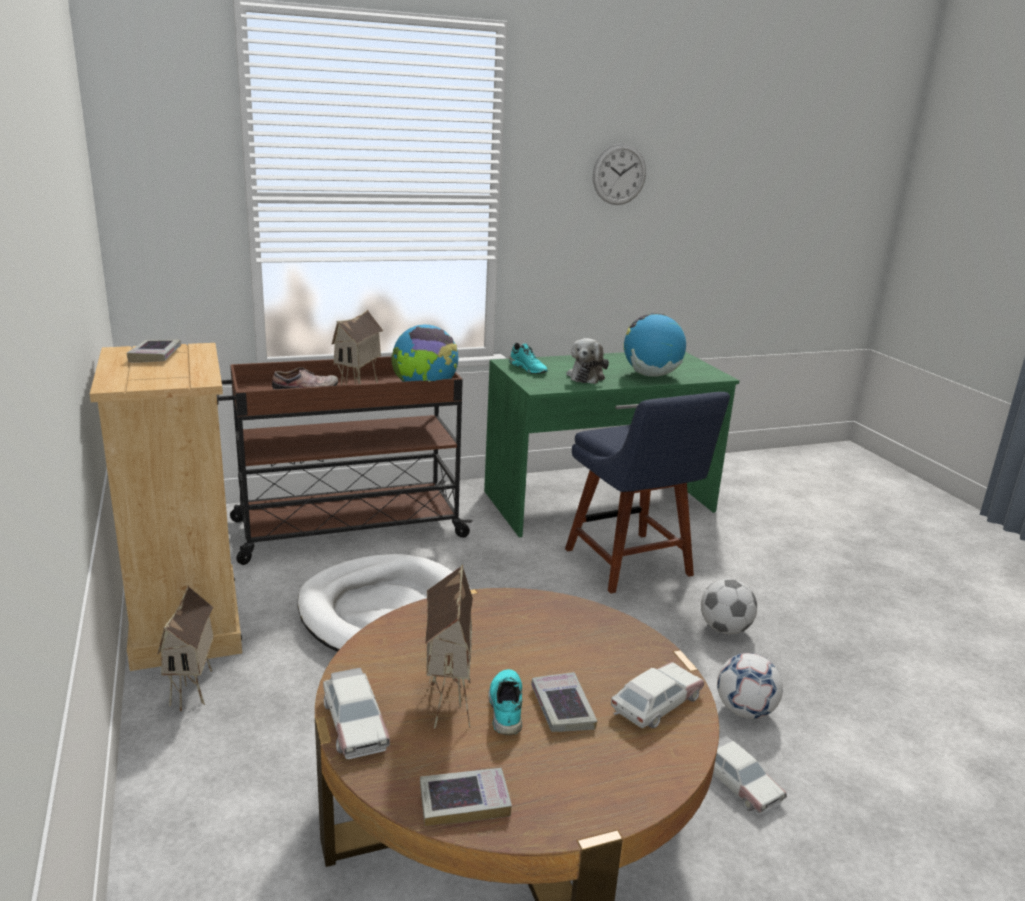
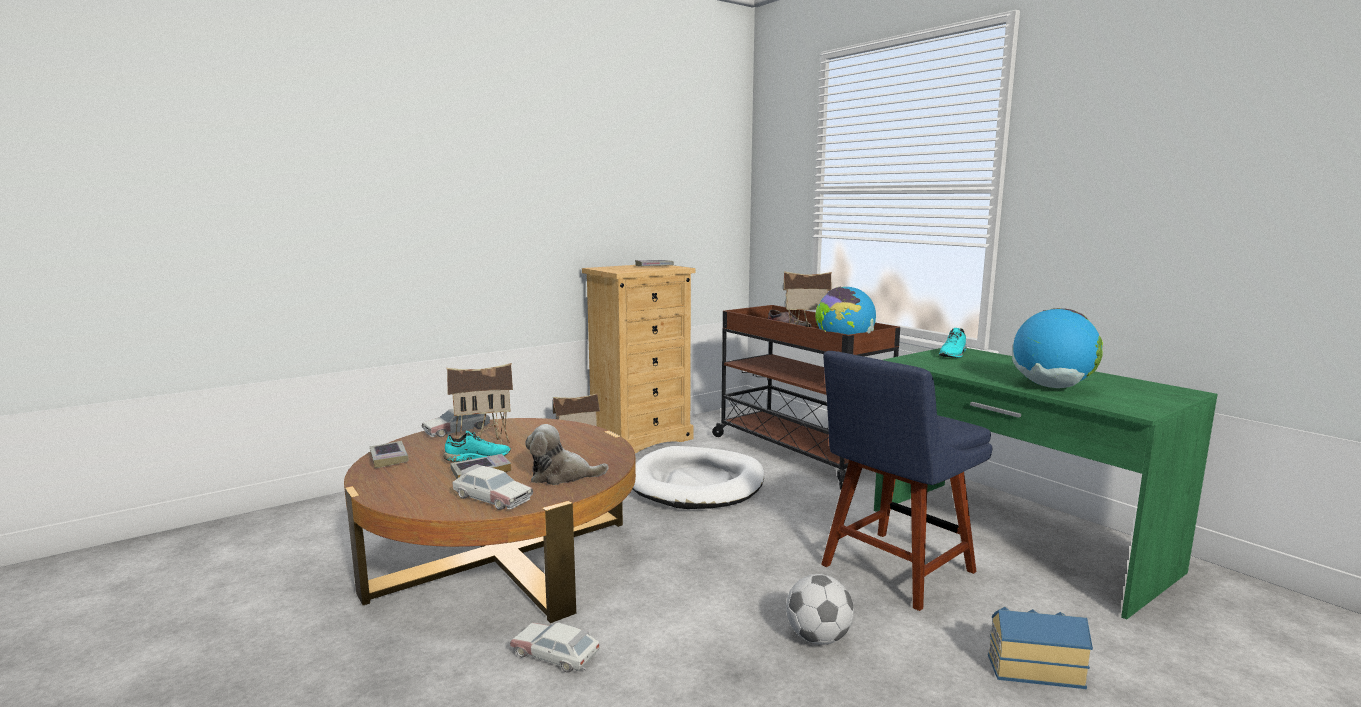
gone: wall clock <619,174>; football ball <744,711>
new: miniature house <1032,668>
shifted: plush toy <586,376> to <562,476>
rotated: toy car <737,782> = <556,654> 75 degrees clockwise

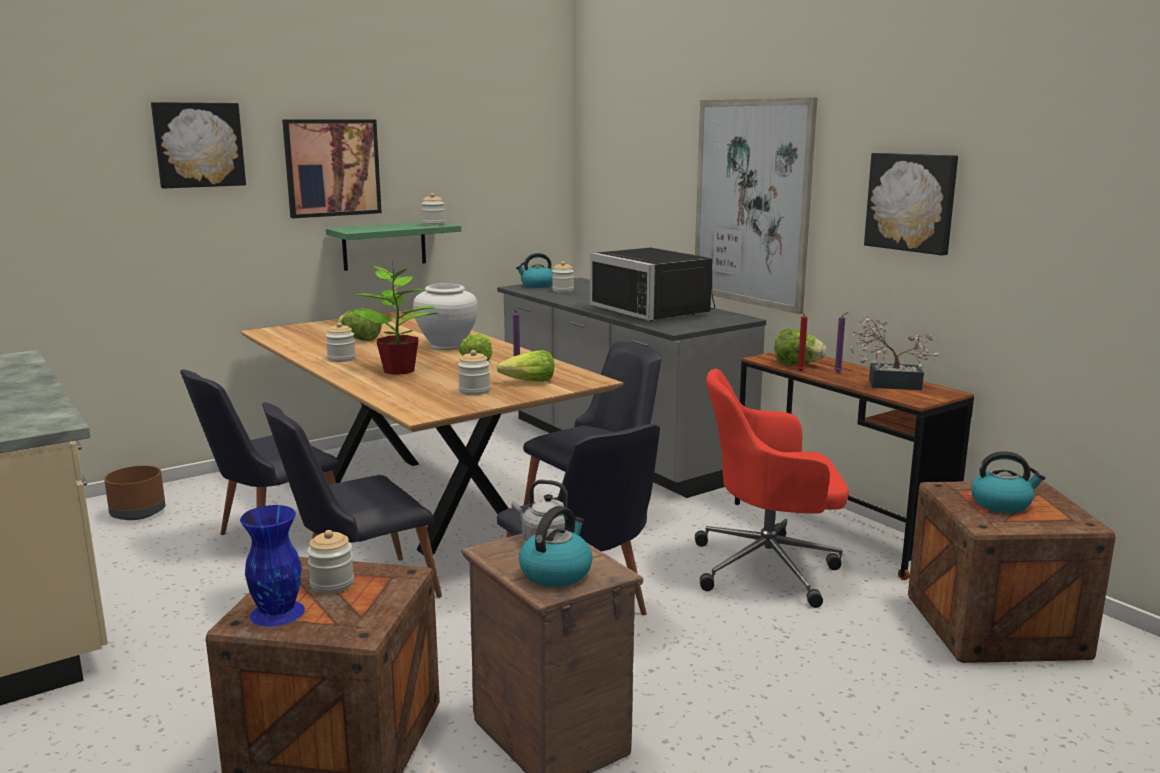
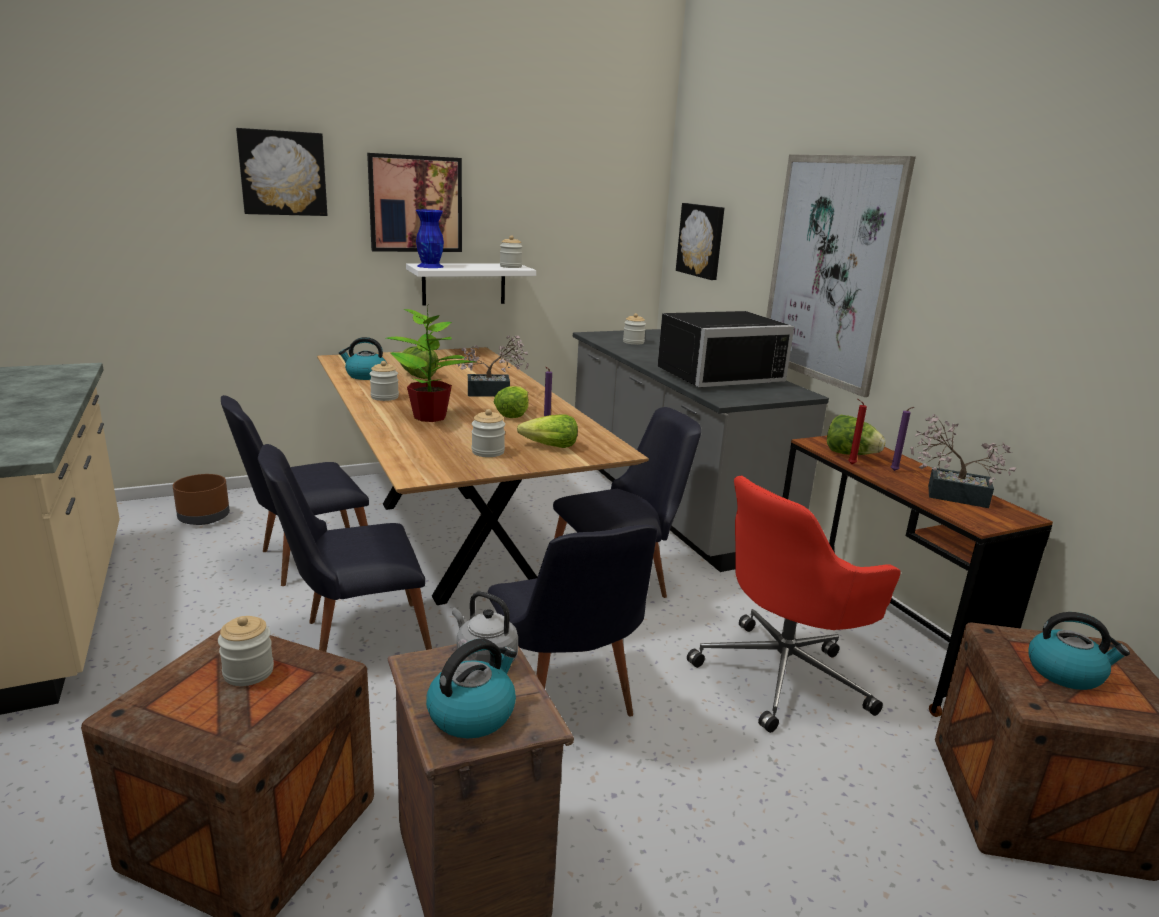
shifted: bluish flower vase <278,612> to <430,266>; tea kettle <537,285> to <365,375>; picture <912,202> to <702,240>
swapped: white flower vase <447,346> to potted plant <494,393>
repainted: green wall shelf <384,245> to white wall shelf <464,284>
rotated: blackish microwave oven <656,311> = <715,375> 90 degrees counterclockwise; red computer chair <769,568> = <784,675> 45 degrees counterclockwise

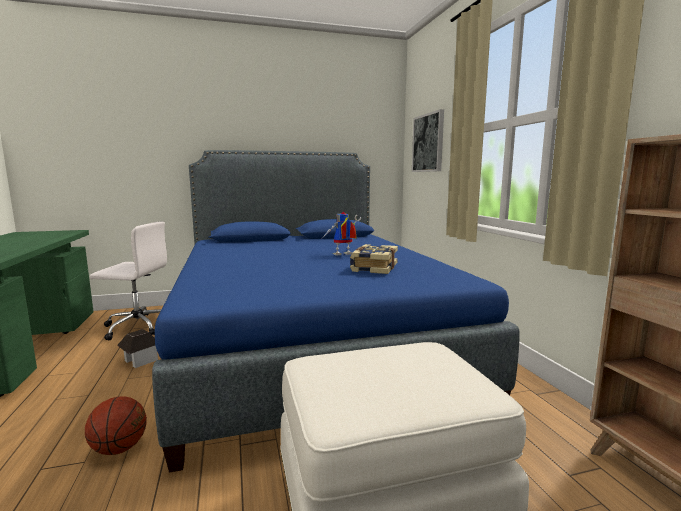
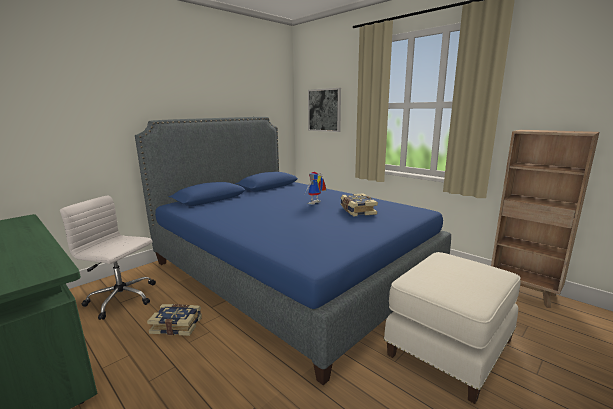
gone: ball for basketball <119,449>
swapped: miniature house <140,360> to book <177,325>
rotated: white computer chair <137,326> = <123,299> 135 degrees counterclockwise

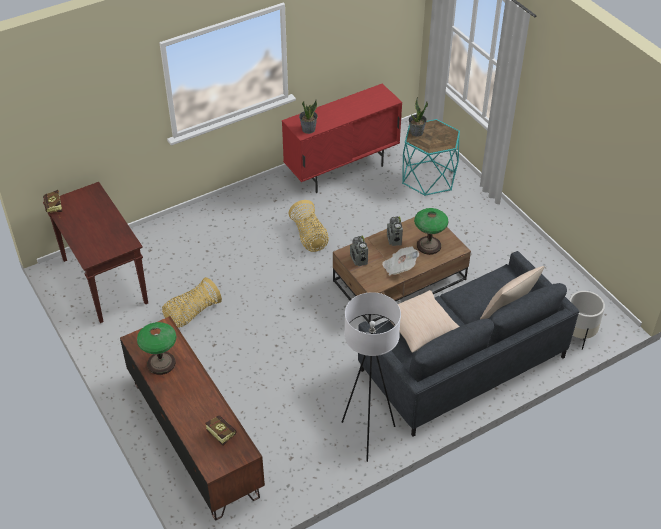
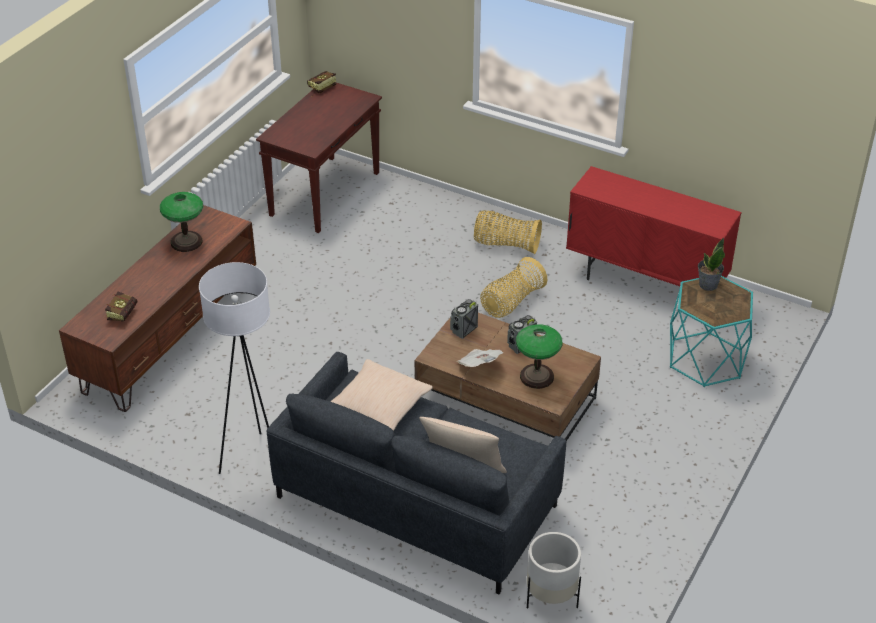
gone: potted plant <308,129>
shifted: basket <191,313> to <505,244>

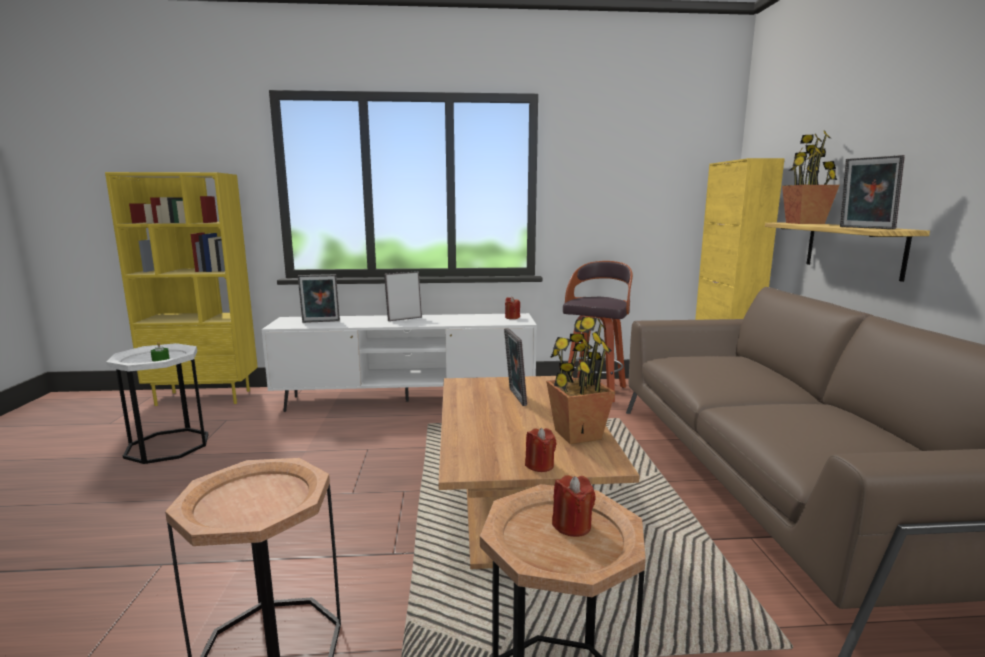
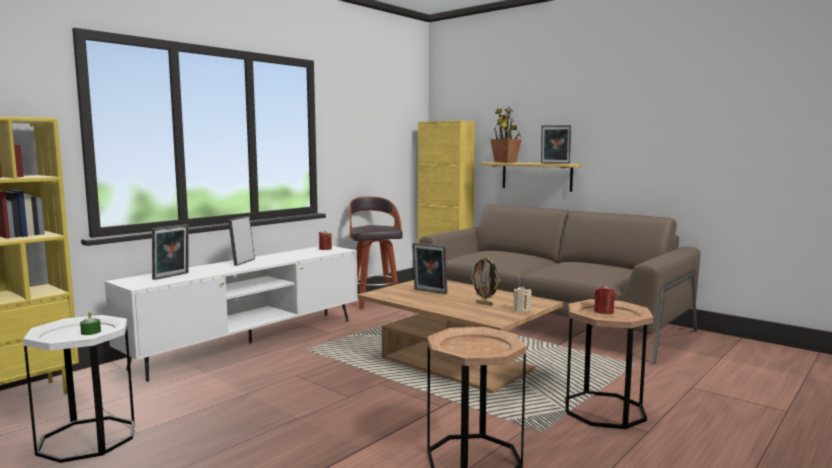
gone: potted plant <577,434>
new: photo frame <484,304>
repainted: red wax light <539,465> to sand-coloured wax light <521,310>

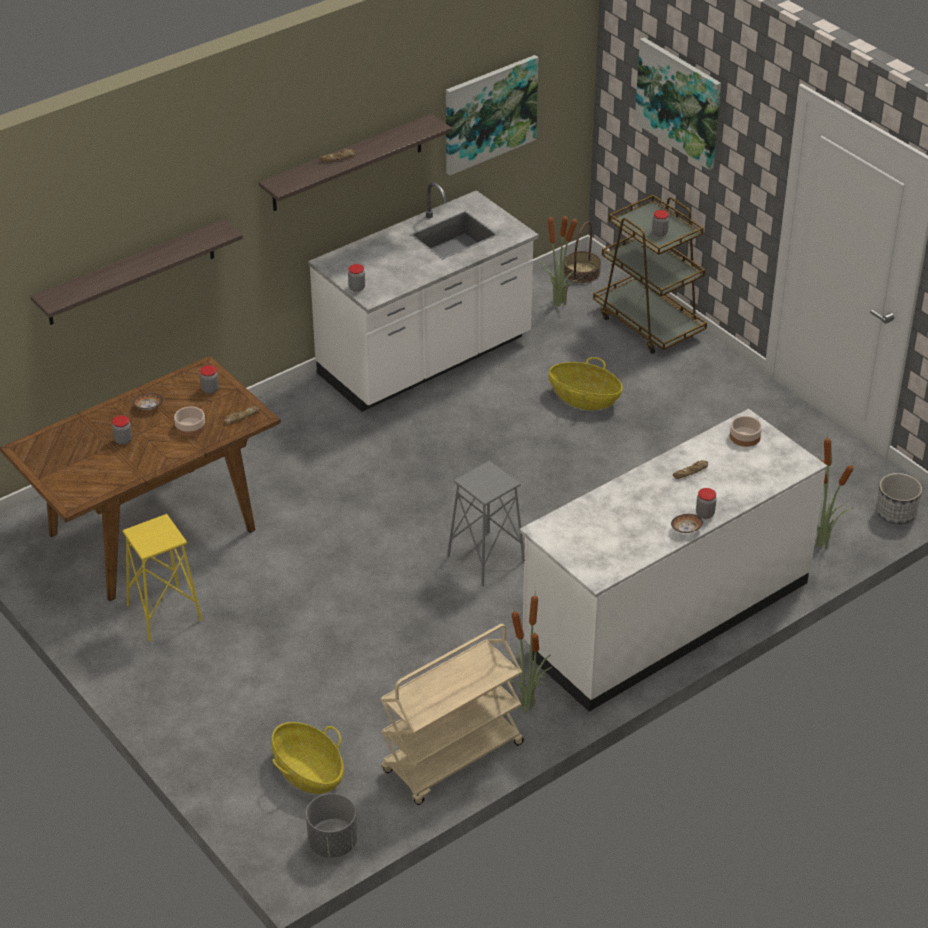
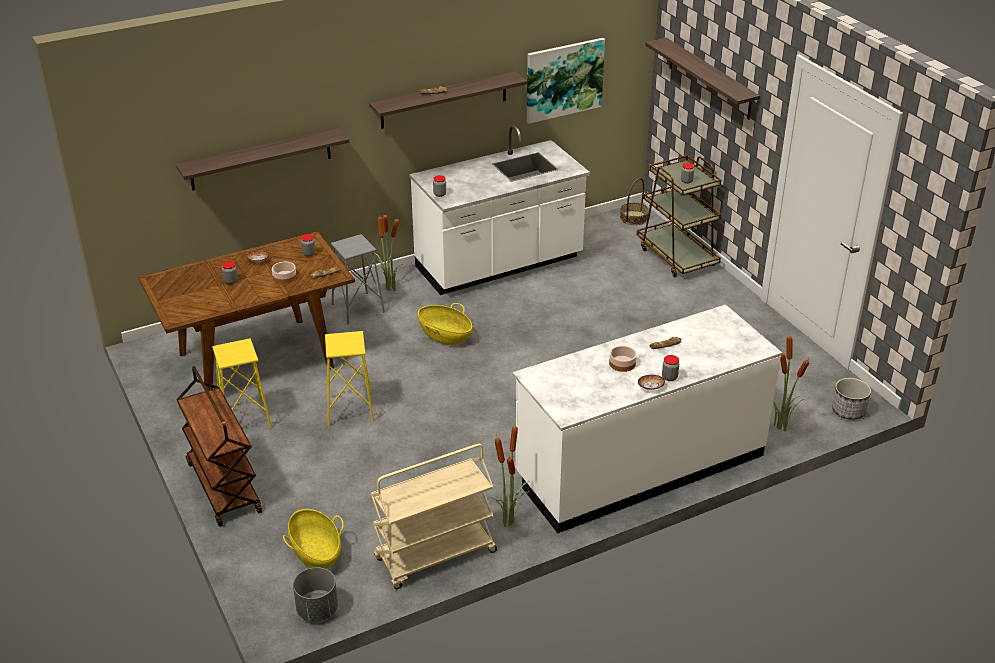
new: brownish trolley <223,487>; yellowish stool <350,409>
shifted: greyish stool <485,559> to <357,308>; potted plant <558,303> to <389,289>; basket <584,398> to <445,335>; bowl <745,437> to <622,363>
swapped: picture <679,102> to wall shelf <709,79>

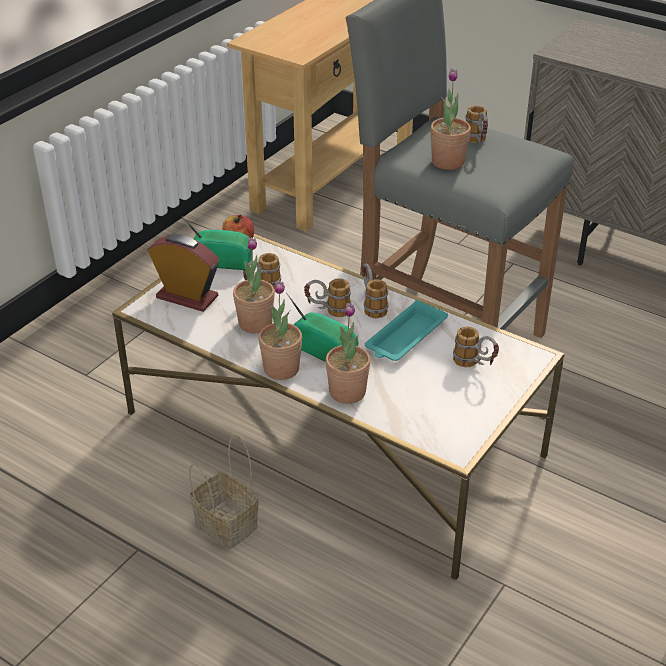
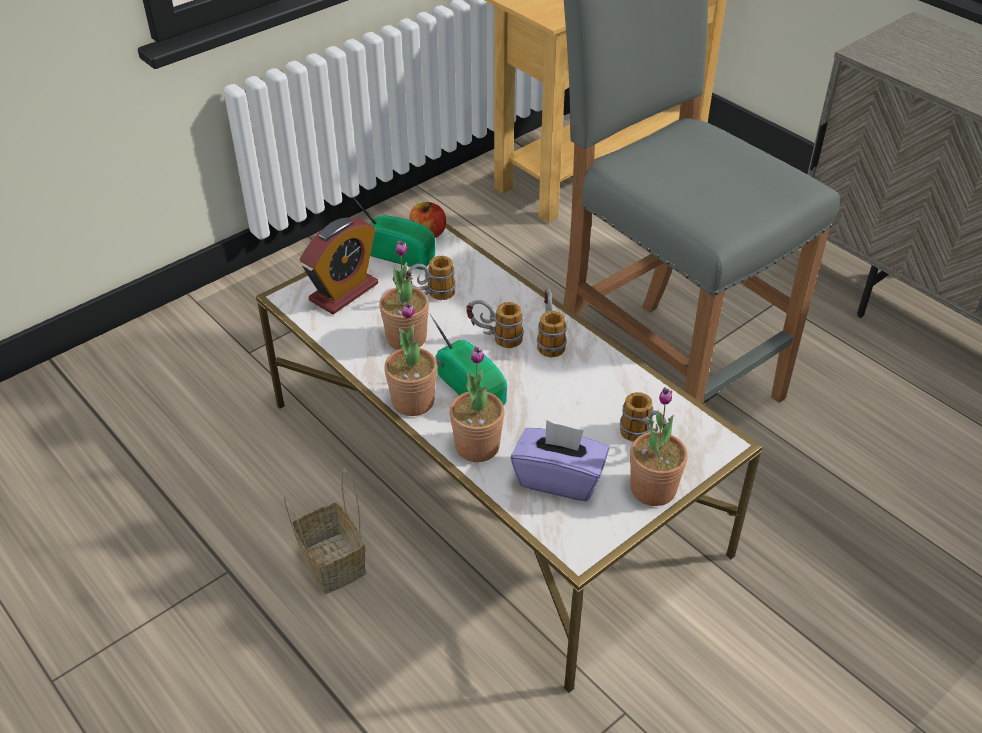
gone: blue-green serving tray <405,337>; mug <477,143>
new: purple tissue box <559,478>
shifted: potted plant <448,162> to <653,489>
rotated: bedside clock <187,297> = <344,292> 90 degrees clockwise

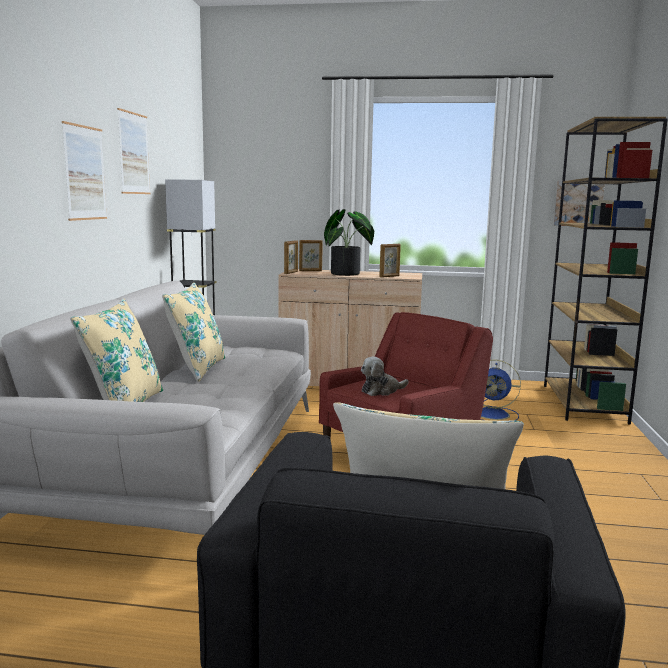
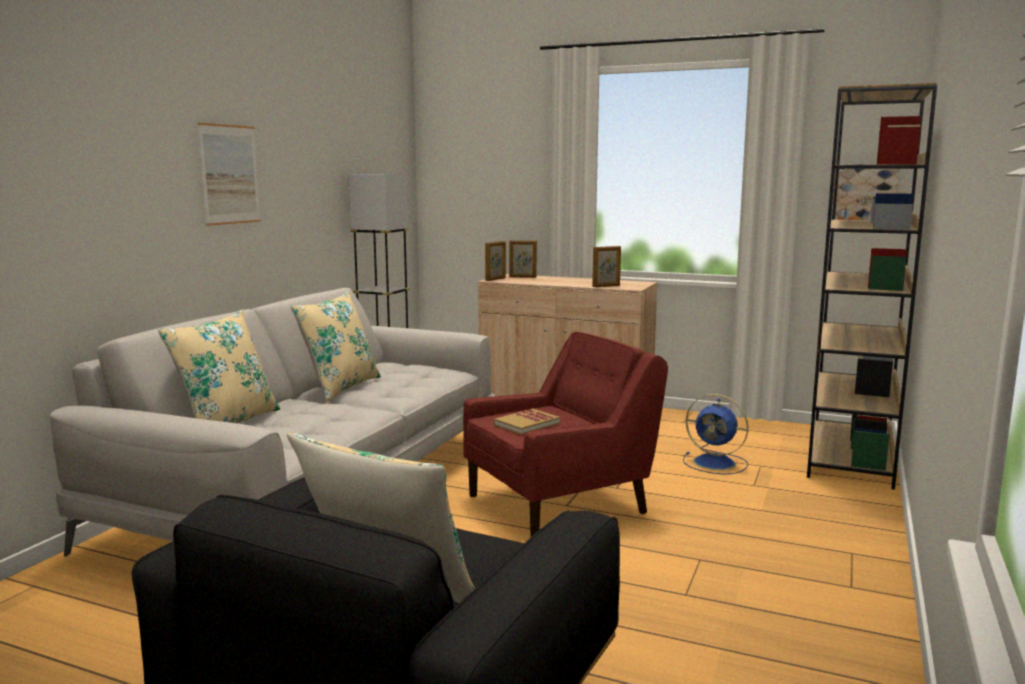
gone: picture <134,153>; potted plant <349,274>
swapped: plush toy <381,391> to book <526,424>

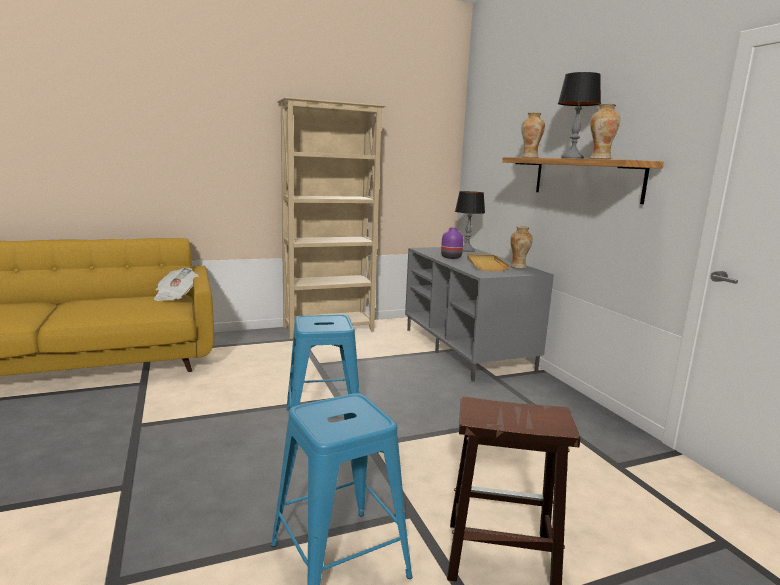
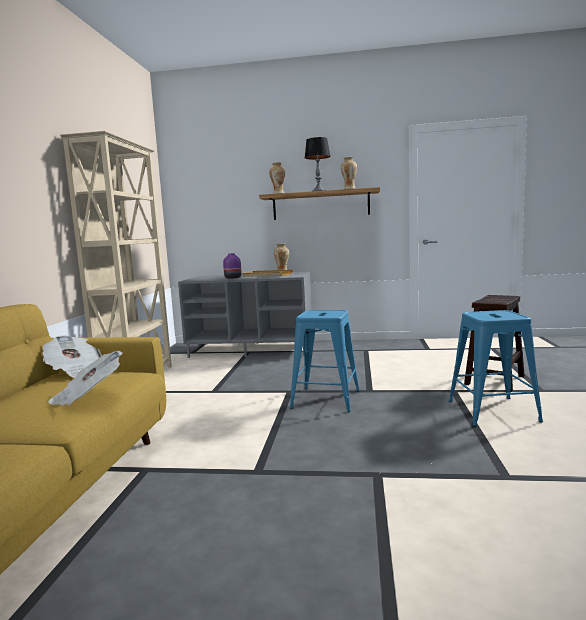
gone: table lamp <466,250>
new: printed paper <88,397>

